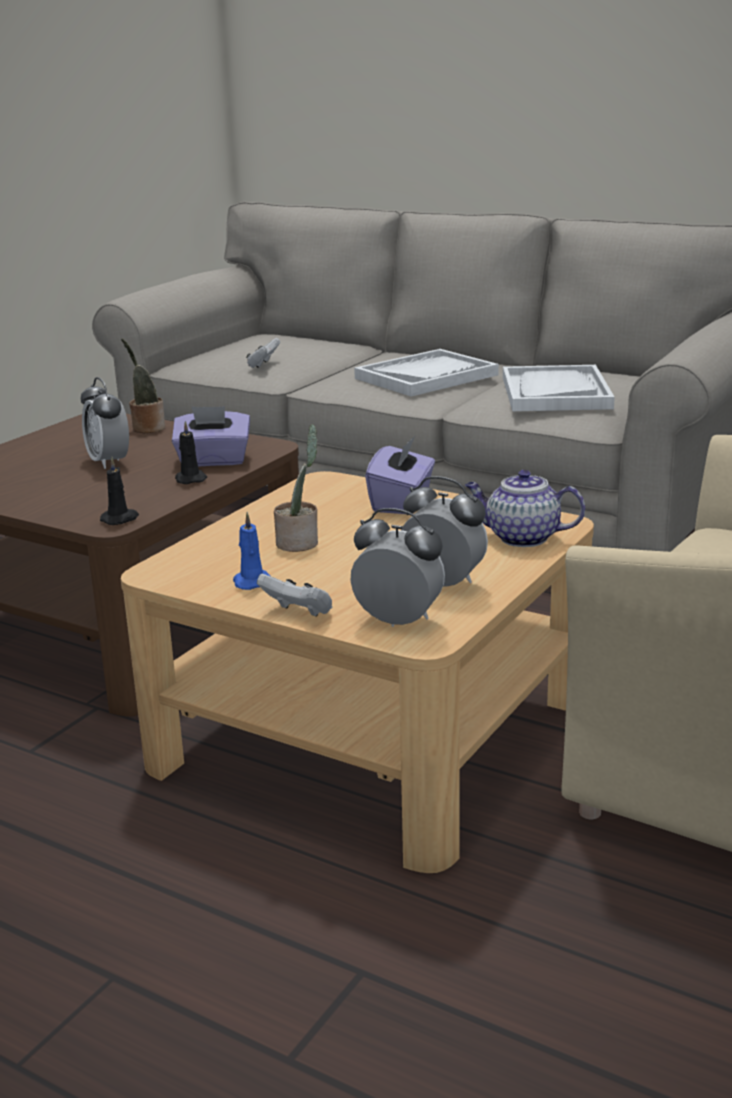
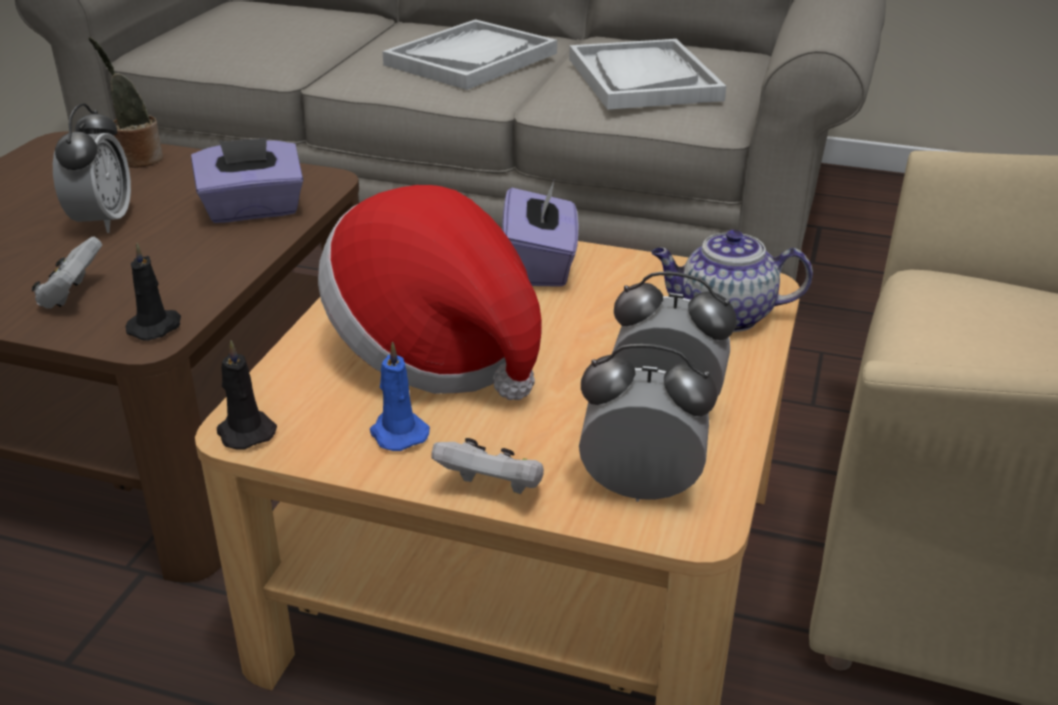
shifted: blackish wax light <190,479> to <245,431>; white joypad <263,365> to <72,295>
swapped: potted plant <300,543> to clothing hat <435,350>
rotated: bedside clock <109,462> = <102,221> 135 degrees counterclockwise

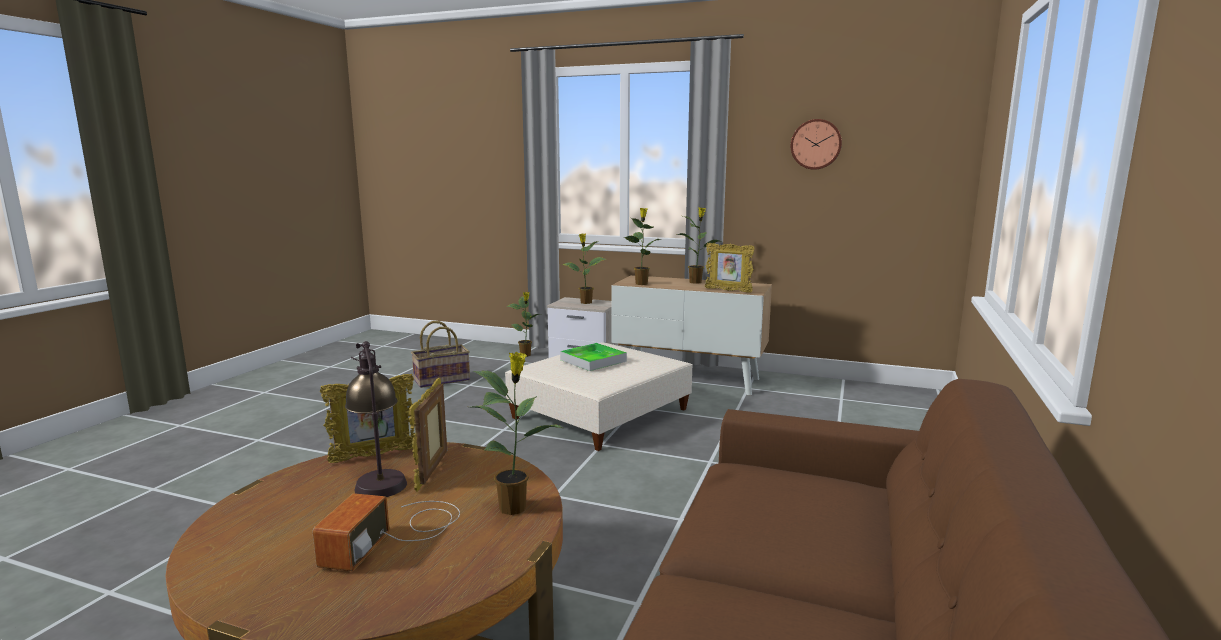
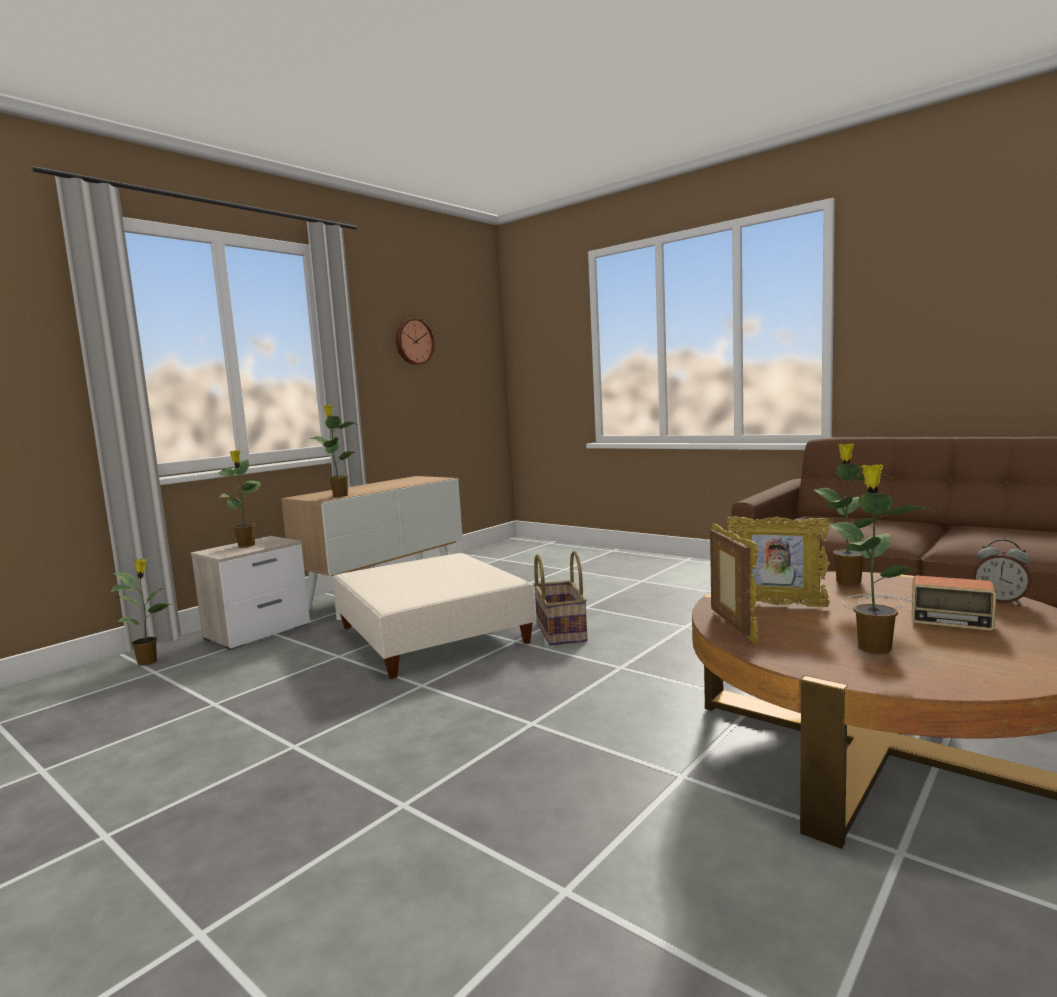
gone: table lamp <378,478>; serving tray <593,360>; photo frame <728,290>
new: bedside clock <1000,601>
shifted: basket <442,379> to <559,631>; potted plant <696,282> to <873,647>

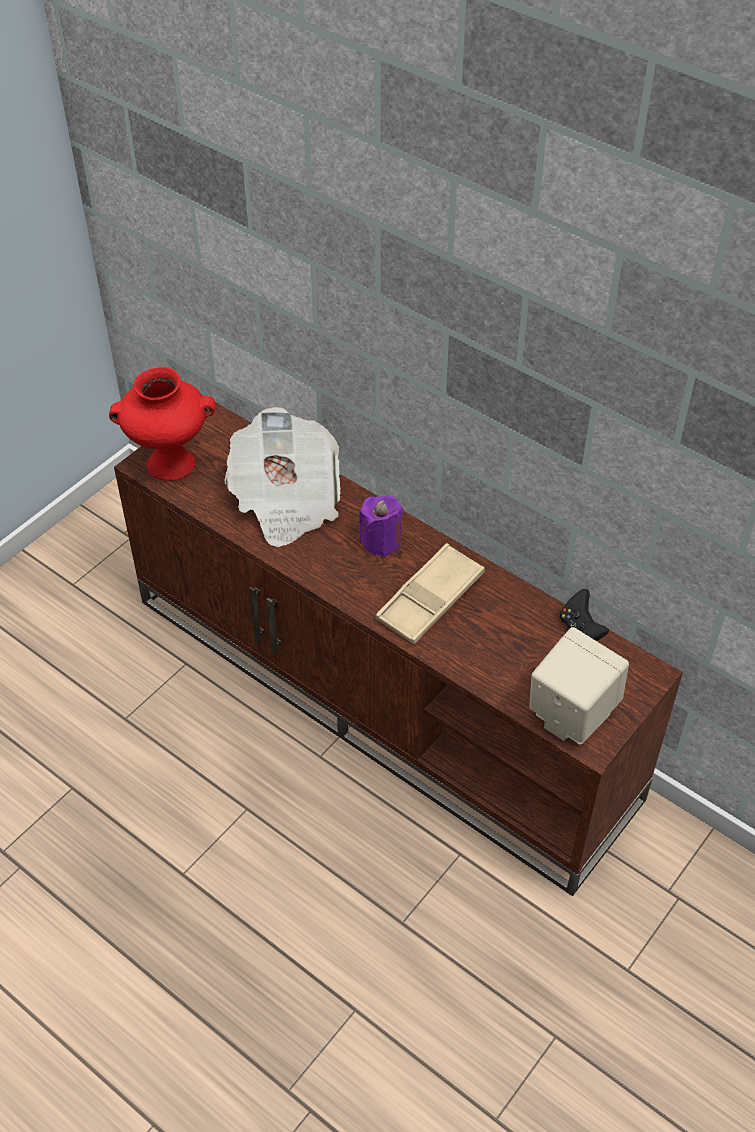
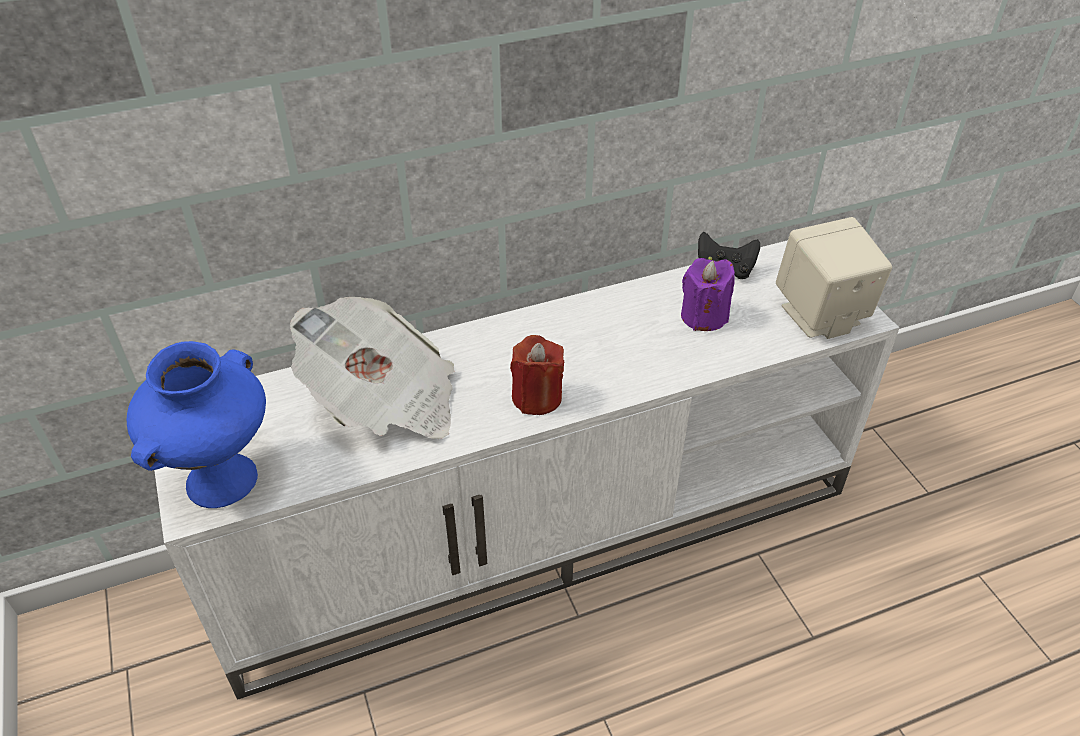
gone: sand-coloured serving tray <430,599>
new: red wax light <537,397>
shifted: purple wax light <381,541> to <703,316>
repainted: red flower vase <169,465> to bluish flower vase <222,482>; brownish tv unit <383,695> to white tv unit <540,526>

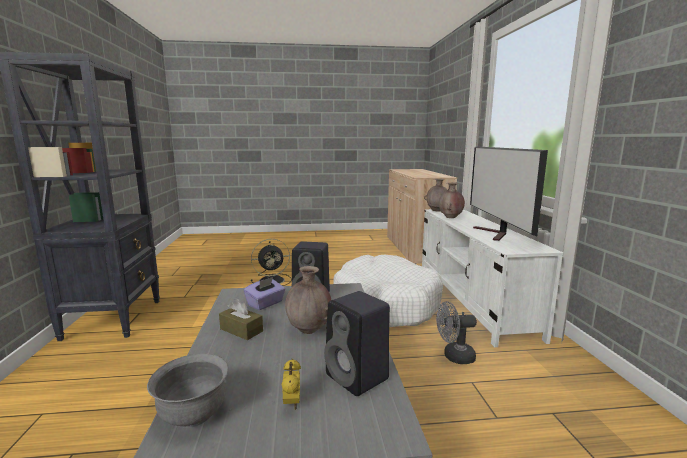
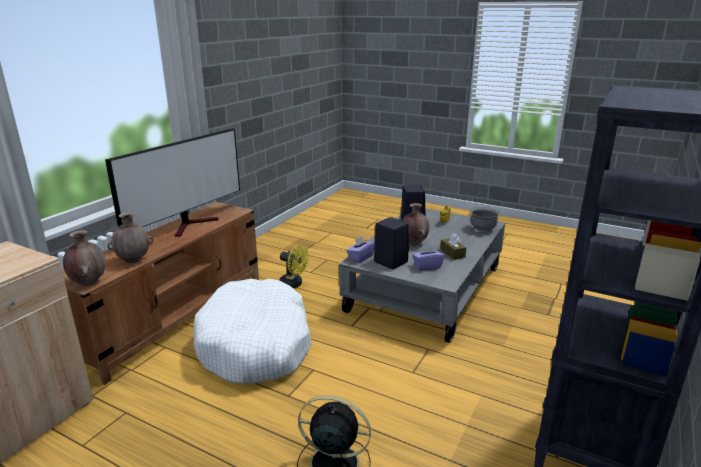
new: purple tissue box <360,257>
repainted: white tv unit <471,298> to brownish tv unit <175,316>; greyish cooling fan <454,357> to yellowish cooling fan <294,284>

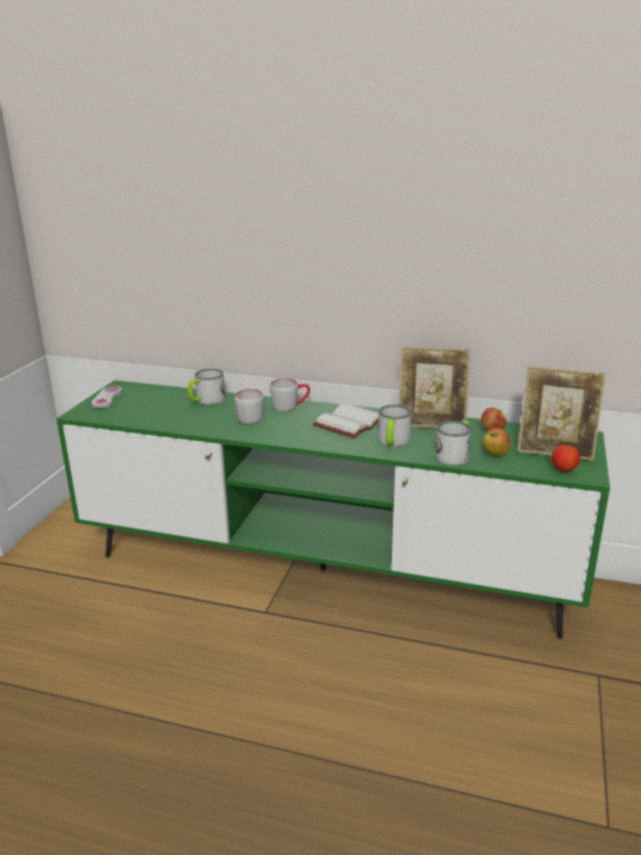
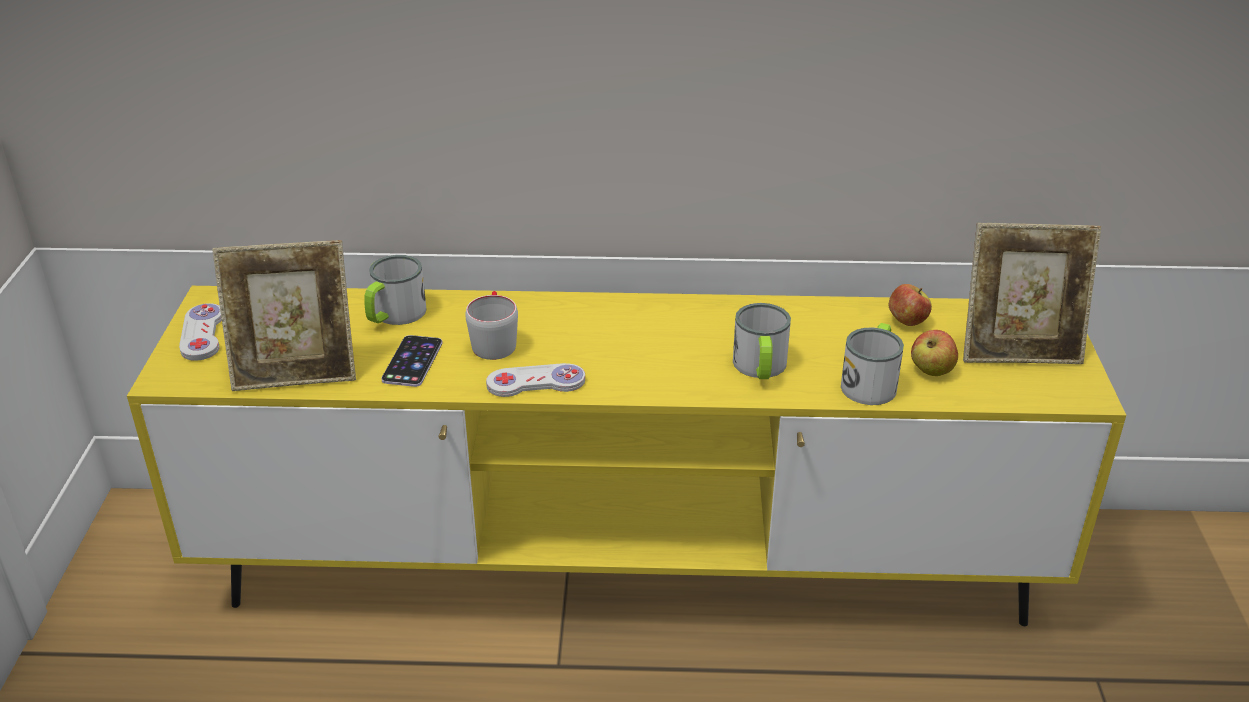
gone: greyish mug <290,405>; white book <351,424>; whole apple <563,470>
new: handset <412,361>; white joypad <536,383>
shifted: photo frame <431,423> to <296,372>
repainted: green tv unit <322,571> to yellowish tv unit <624,569>

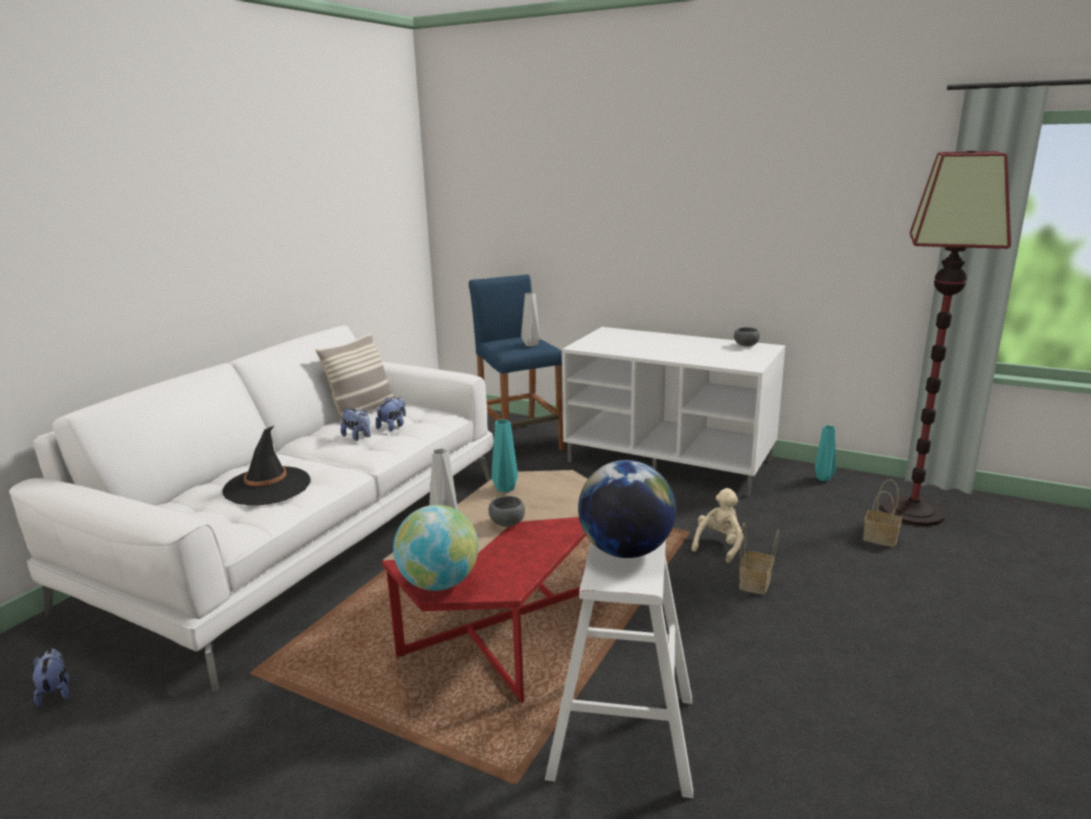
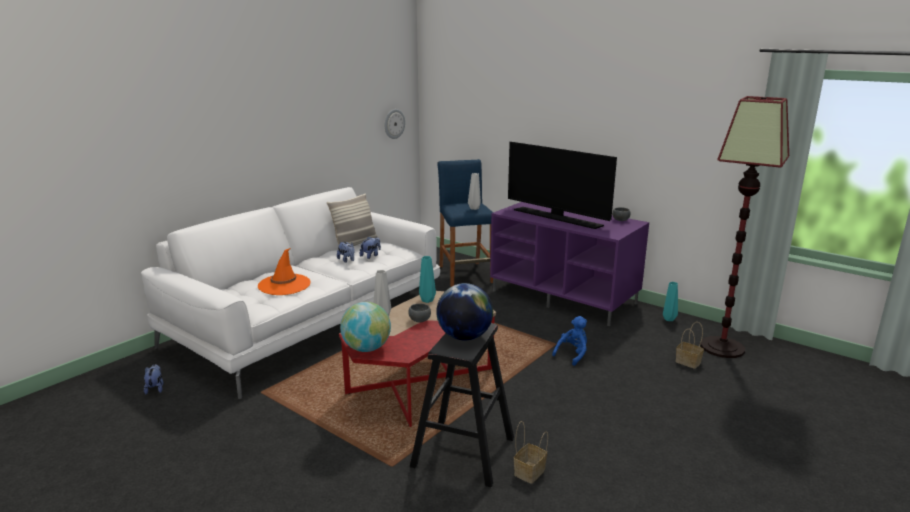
new: wall clock <394,123>; TV set <557,218>
shifted: basket <755,584> to <529,473>
repainted: blackish clothing hat <267,486> to orange-coloured clothing hat <284,285>; white stool <623,736> to blackish stool <463,452>; white tv unit <671,460> to purple tv unit <564,297>; sand-coloured plush toy <719,545> to bluish plush toy <572,354>

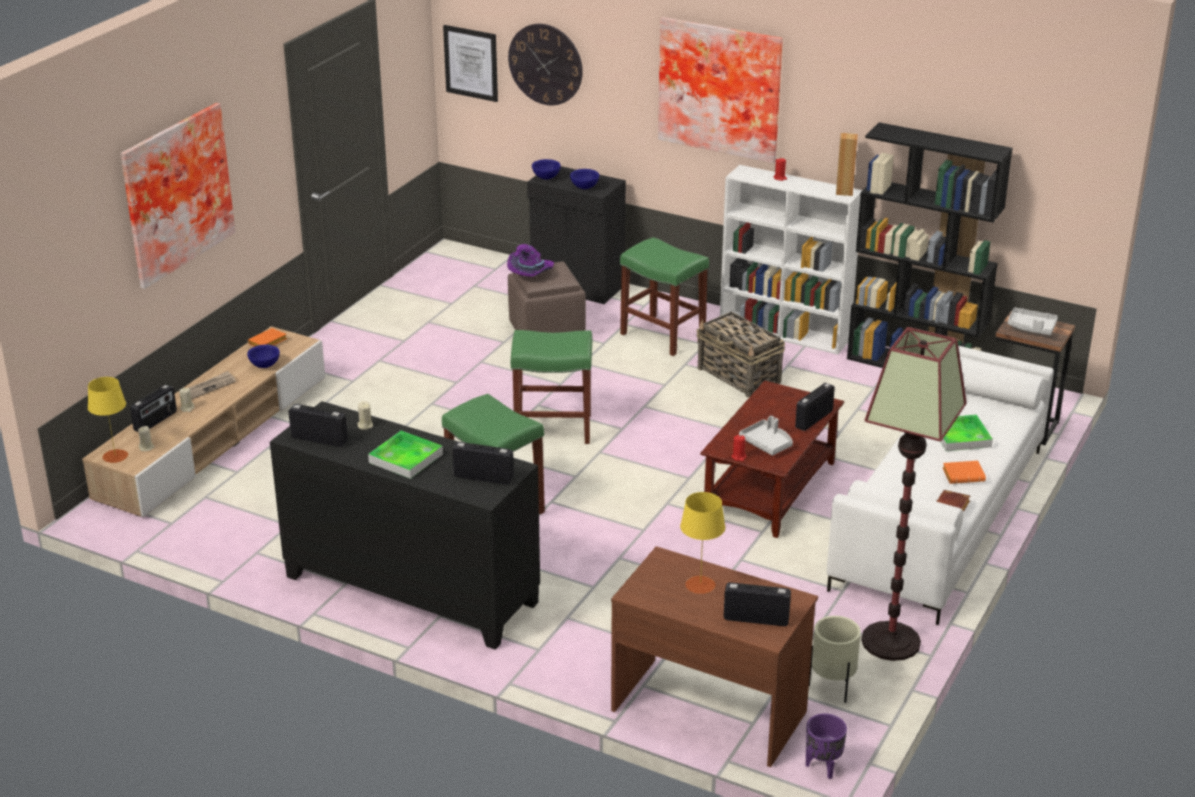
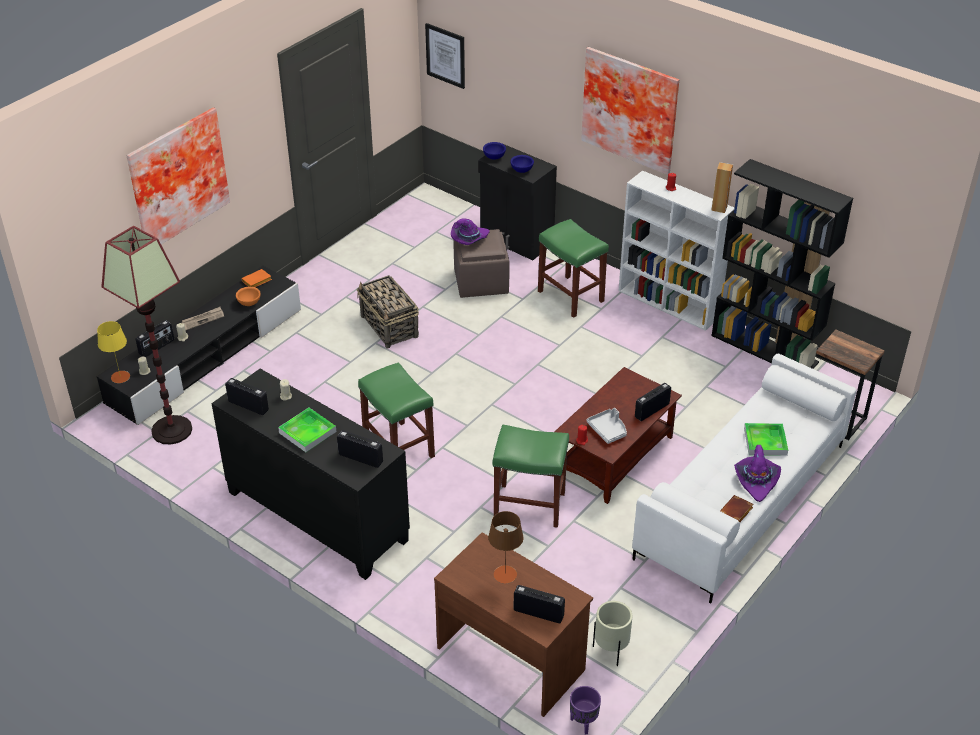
gone: wall clock <545,64>; greyish serving tray <1031,328>
shifted: green stool <551,428> to <528,505>; basket <739,376> to <389,327>; standing lamp <891,642> to <172,430>
swapped: orange-coloured book <964,475> to purple clothing hat <756,480>
repainted: sand-coloured tv unit <214,437> to blackish tv unit <206,356>; bluish bowl <265,365> to orange-coloured bowl <249,303>; yellowish table lamp <700,585> to brownish table lamp <505,574>

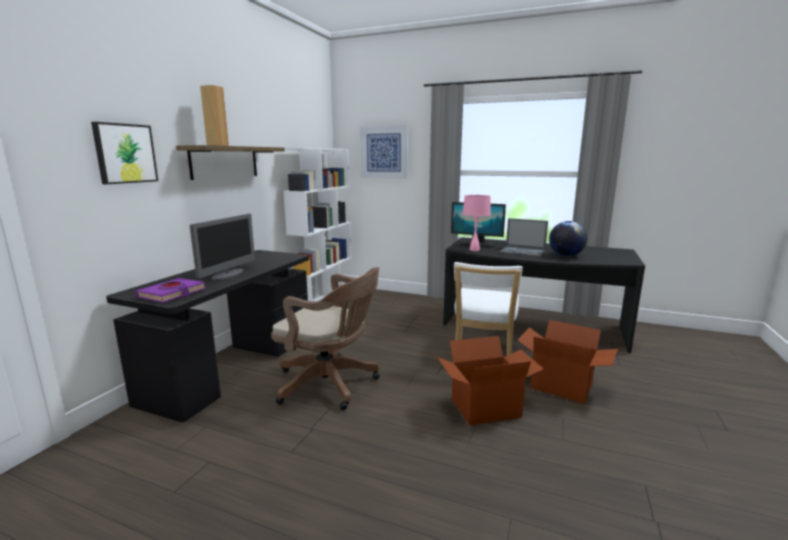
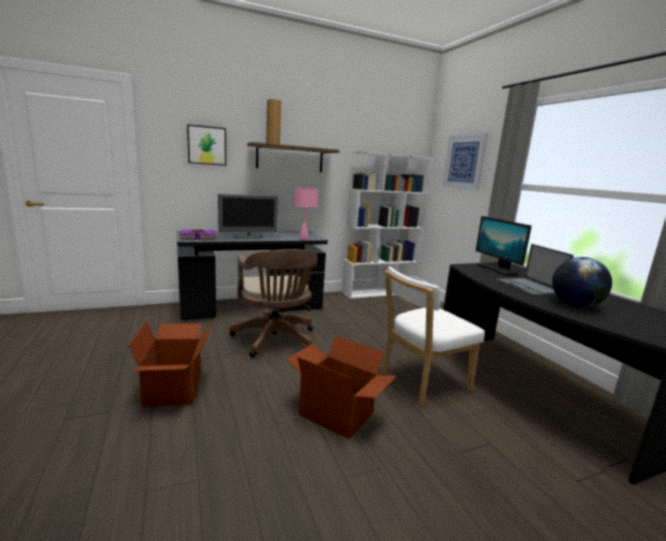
shifted: pink table lamp <474,250> to <304,238>; packing box <561,385> to <175,389>

